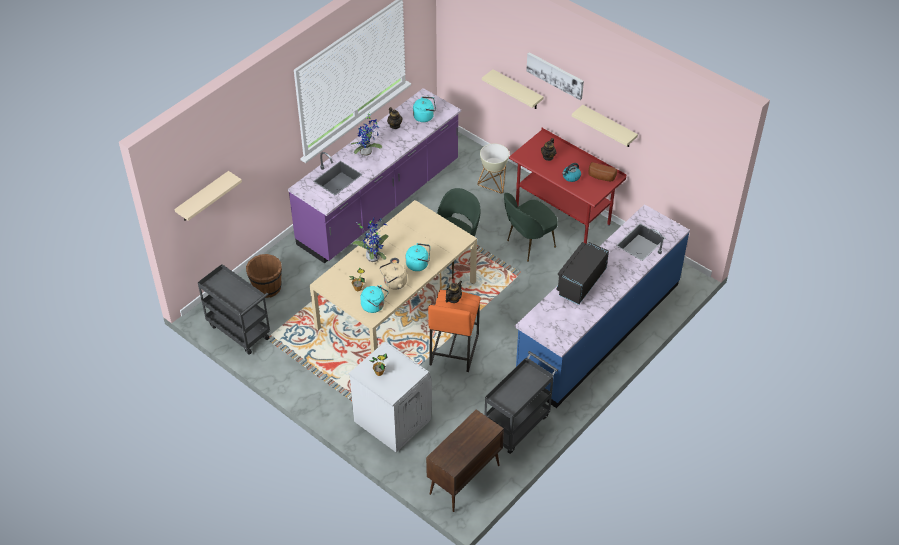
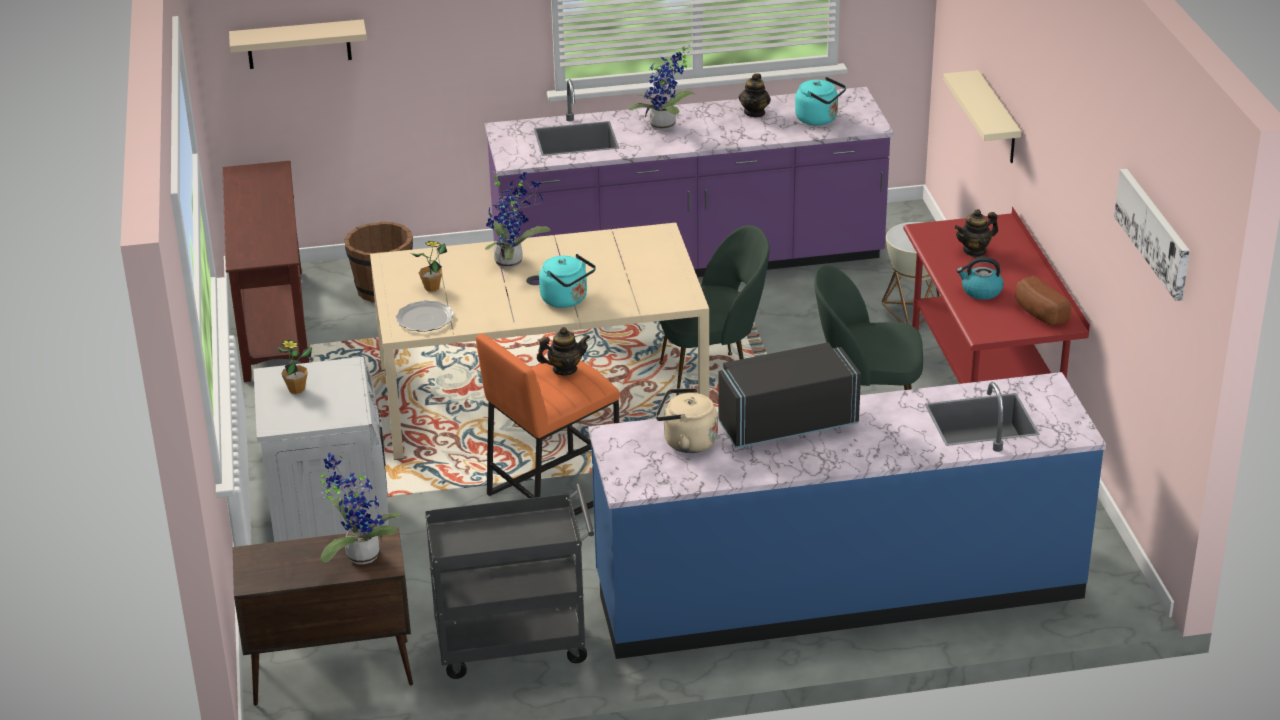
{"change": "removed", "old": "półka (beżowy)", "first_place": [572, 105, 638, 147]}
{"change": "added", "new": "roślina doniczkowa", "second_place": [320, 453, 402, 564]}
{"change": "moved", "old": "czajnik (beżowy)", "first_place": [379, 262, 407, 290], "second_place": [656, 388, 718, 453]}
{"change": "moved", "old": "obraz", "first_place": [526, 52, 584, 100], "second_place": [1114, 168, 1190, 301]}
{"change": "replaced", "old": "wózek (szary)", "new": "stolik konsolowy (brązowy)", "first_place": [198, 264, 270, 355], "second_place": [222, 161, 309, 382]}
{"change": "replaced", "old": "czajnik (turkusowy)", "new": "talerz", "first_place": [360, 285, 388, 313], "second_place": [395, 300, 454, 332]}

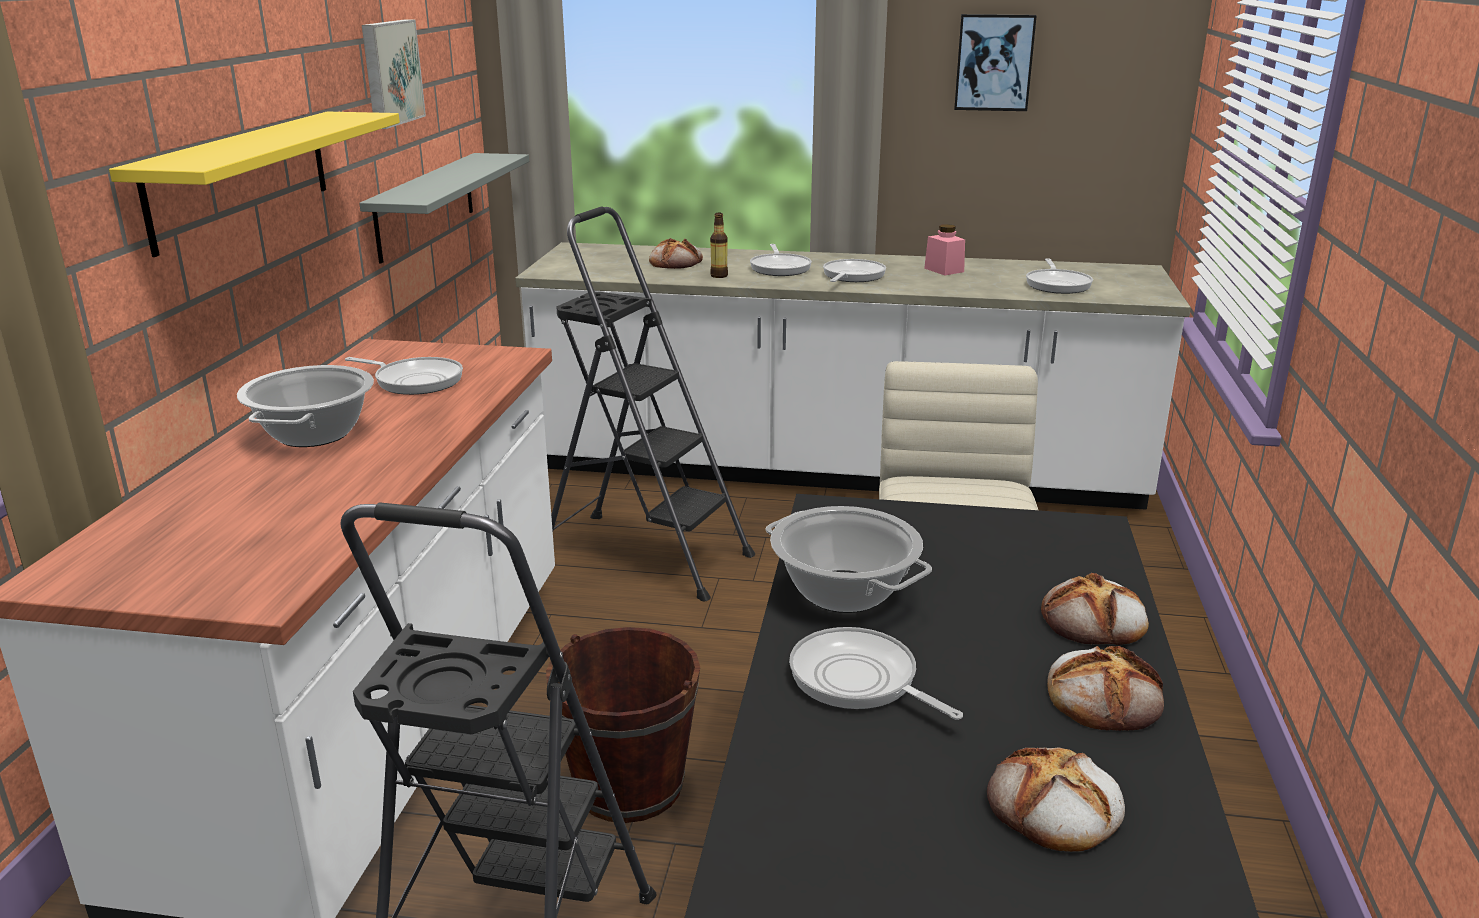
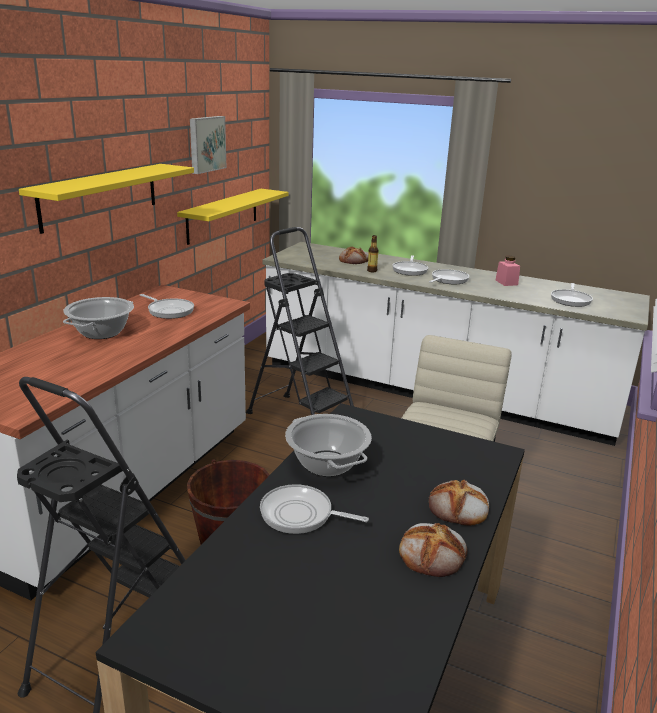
{"change": "removed", "old": "obraz", "first_place": [954, 14, 1037, 111]}
{"change": "removed", "old": "chleb", "first_place": [987, 747, 1125, 852]}
{"change": "recoloured", "old": "półka (szary)", "new": "półka (żółty)", "first_place": [359, 153, 529, 263], "second_place": [177, 189, 288, 245]}
{"change": "turned", "old": "patelnia", "first_place": [789, 627, 963, 720], "second_place": [260, 484, 369, 534], "degrees": -45}

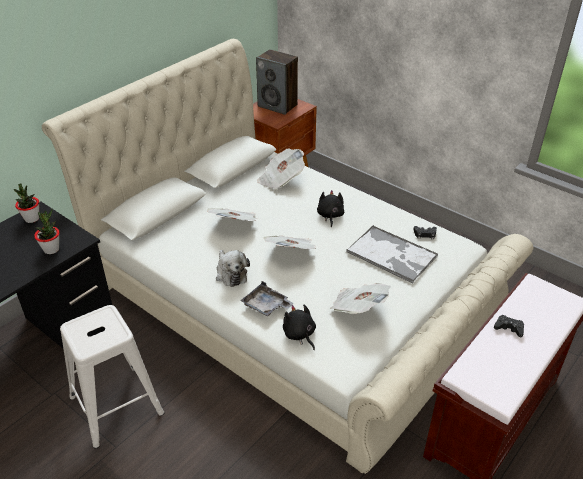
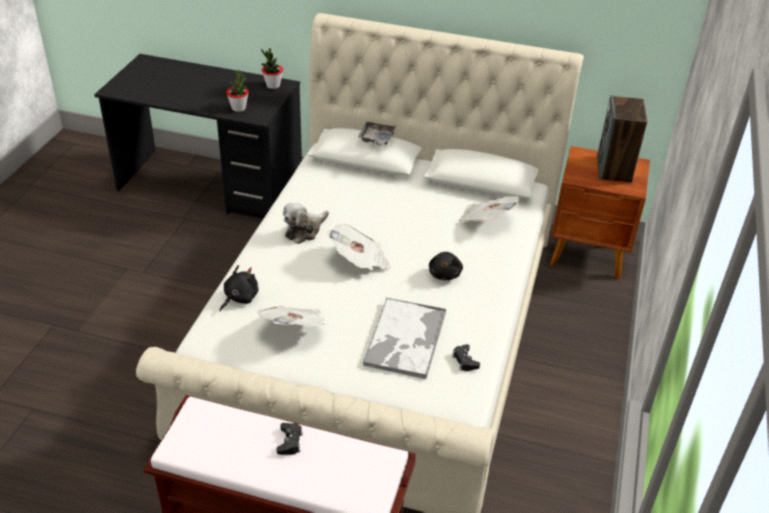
{"change": "removed", "old": "stołek (biały)", "first_place": [60, 305, 164, 449]}
{"change": "removed", "old": "gazeta", "first_place": [207, 208, 257, 221]}
{"change": "moved", "old": "taca (szary)", "first_place": [240, 281, 294, 316], "second_place": [358, 122, 396, 147]}
{"change": "turned", "old": "pluszak (czarny)", "first_place": [317, 190, 344, 227], "second_place": [429, 252, 463, 280], "degrees": 120}

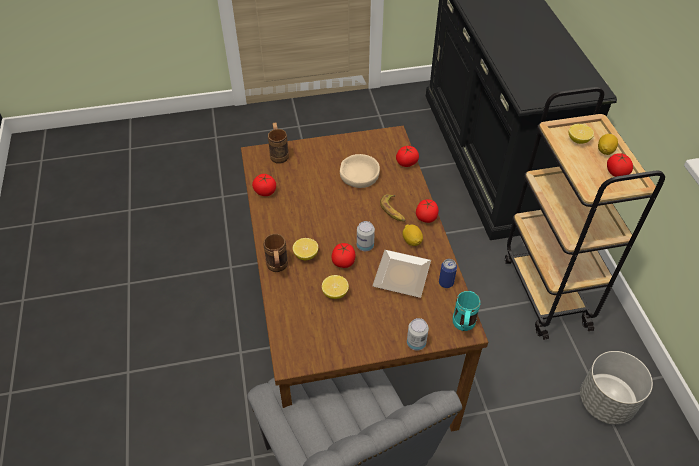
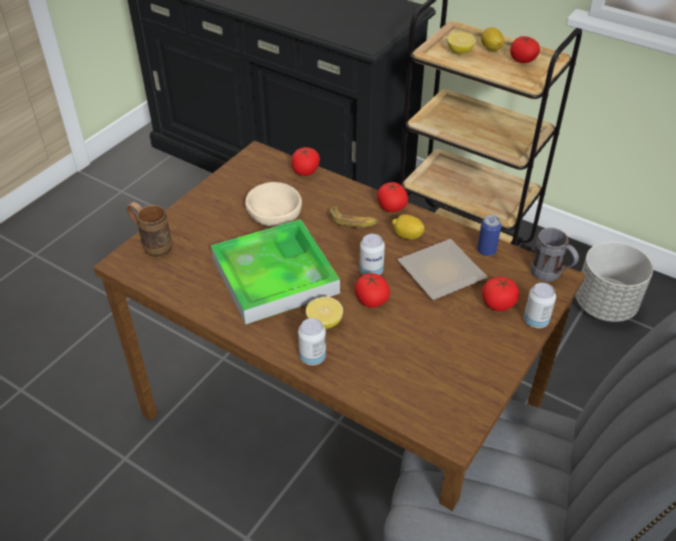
{"change": "removed", "old": "cytryna", "first_place": [322, 275, 349, 299]}
{"change": "added", "new": "taca", "second_place": [211, 219, 340, 325]}
{"change": "moved", "old": "pomidor", "first_place": [252, 174, 276, 196], "second_place": [482, 277, 519, 311]}
{"change": "replaced", "old": "kubek (brązowy)", "new": "puszka", "first_place": [263, 234, 288, 272], "second_place": [298, 318, 326, 365]}
{"change": "recoloured", "old": "kubek (turkusowy)", "new": "kubek (szary)", "first_place": [453, 291, 480, 331], "second_place": [530, 228, 579, 282]}

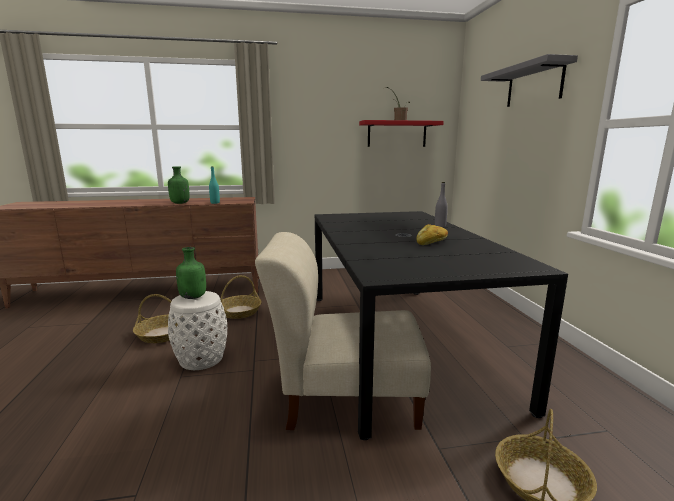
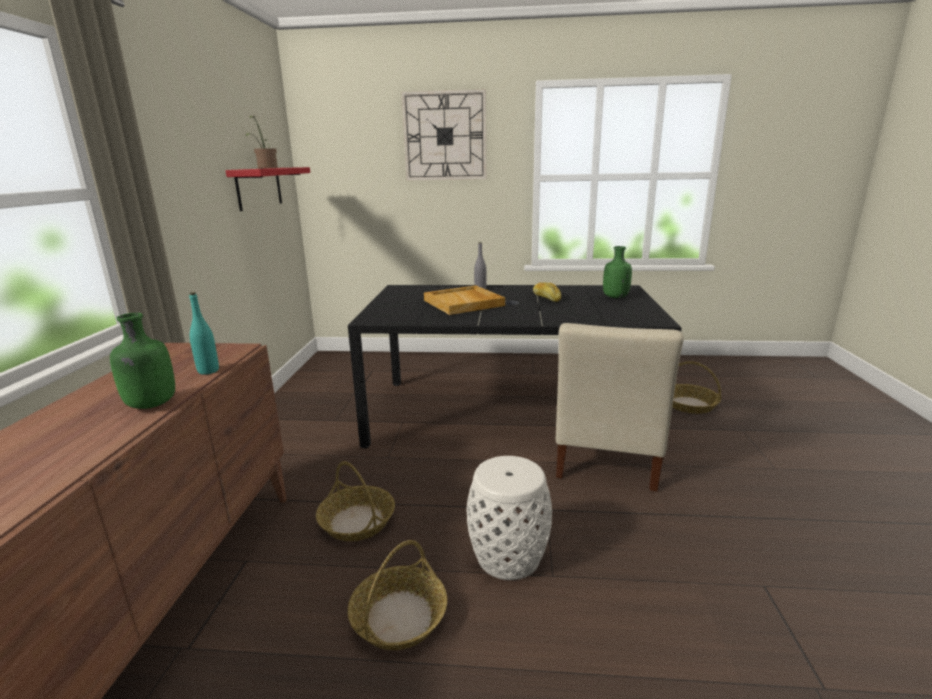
{"change": "added", "new": "taca (beżowy)", "second_place": [424, 285, 505, 315]}
{"change": "moved", "old": "butelka (zielony)", "first_place": [176, 247, 206, 299], "second_place": [603, 246, 632, 298]}
{"change": "replaced", "old": "półka (szary)", "new": "zegar ścienny", "first_place": [481, 54, 578, 107], "second_place": [402, 89, 486, 181]}

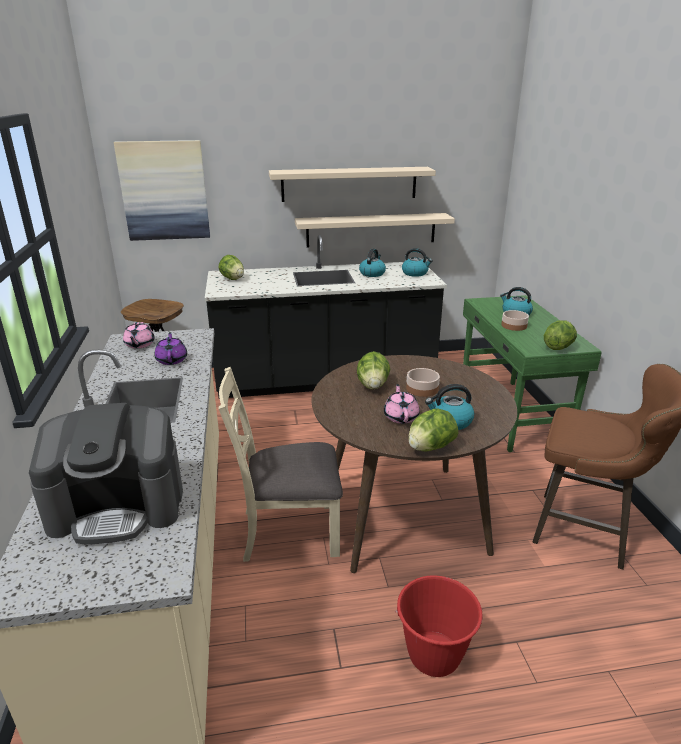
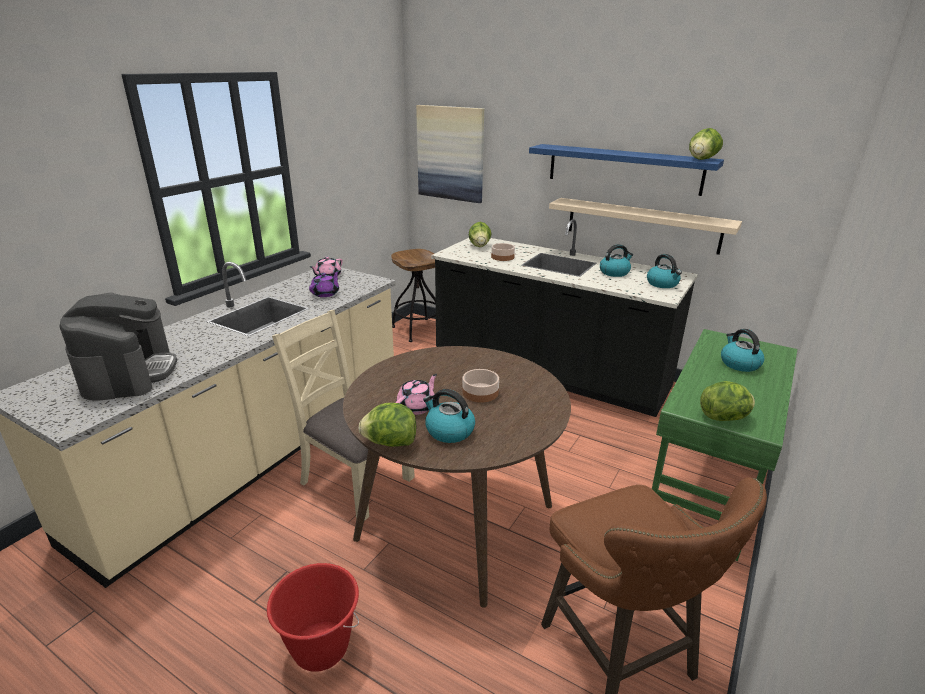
{"change": "moved", "old": "sałata", "first_place": [357, 351, 390, 389], "second_place": [689, 128, 723, 160]}
{"change": "moved", "old": "miska", "first_place": [501, 310, 529, 331], "second_place": [491, 243, 515, 261]}
{"change": "recoloured", "old": "półka (beżowy)", "new": "półka (niebieski)", "first_place": [269, 167, 436, 202], "second_place": [529, 144, 724, 196]}
{"change": "turned", "old": "ekspres do kawy", "first_place": [29, 403, 183, 544], "second_place": [59, 293, 177, 401], "degrees": -135}

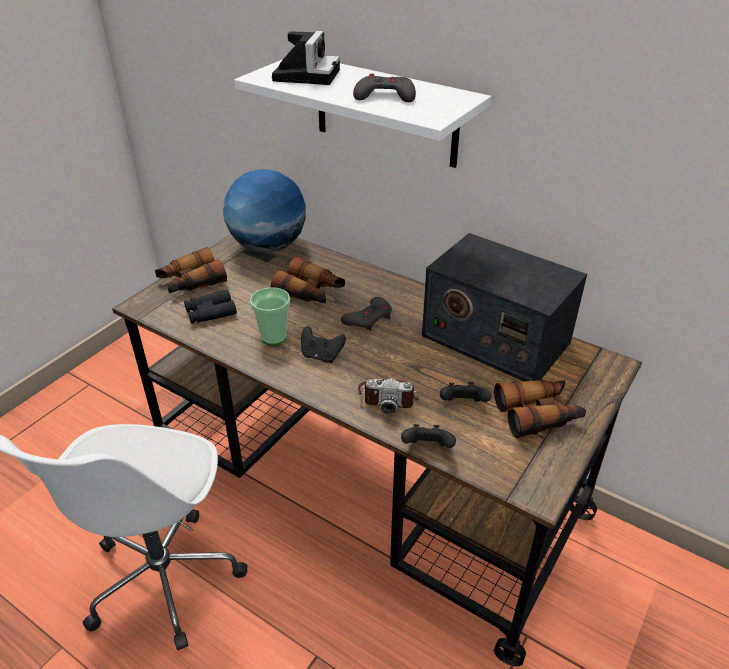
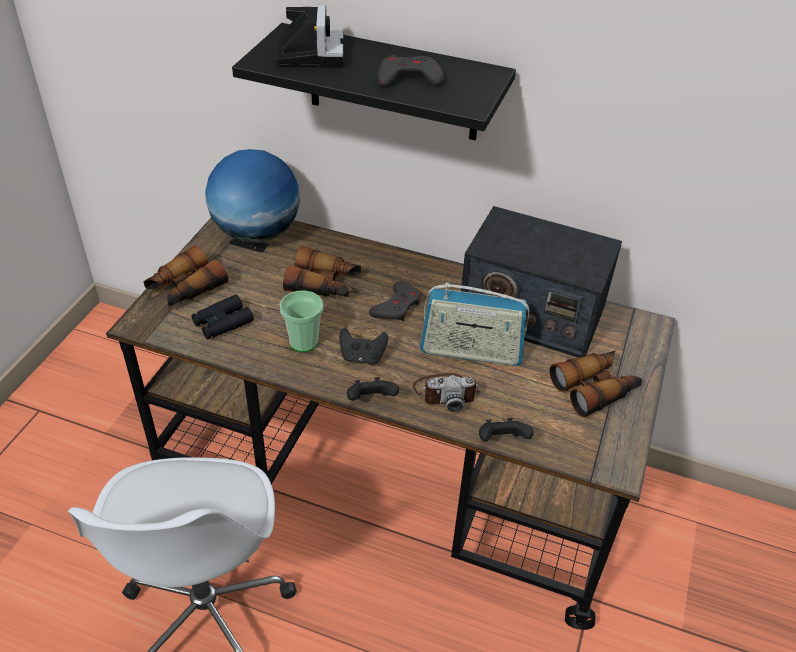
{"change": "added", "new": "radio", "second_place": [420, 282, 530, 366]}
{"change": "moved", "old": "pad do gier (czarny)", "first_place": [440, 382, 491, 402], "second_place": [347, 377, 399, 401]}
{"change": "recoloured", "old": "półka (biały)", "new": "półka (czarny)", "first_place": [234, 59, 491, 168], "second_place": [232, 23, 516, 140]}

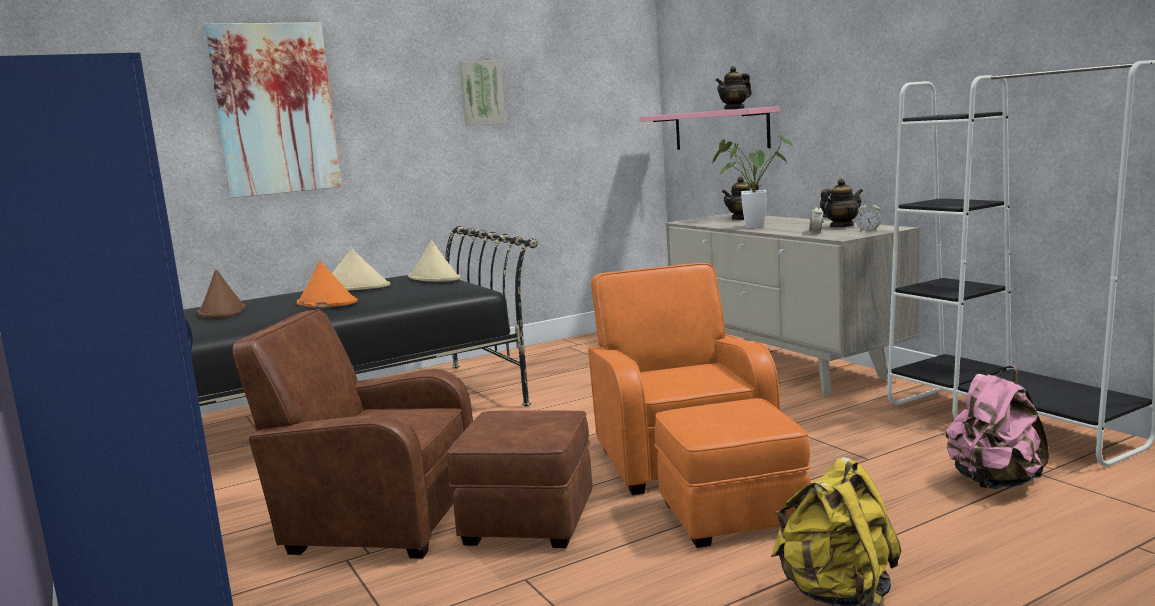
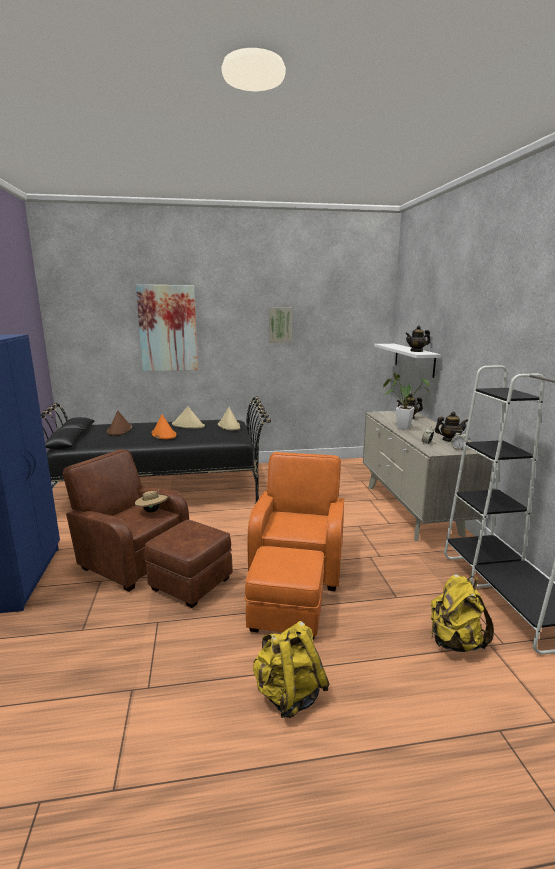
{"change": "added", "new": "kapelusz (beżowy)", "second_place": [135, 490, 168, 513]}
{"change": "recoloured", "old": "półka (różowy)", "new": "półka (biały)", "first_place": [639, 106, 780, 150], "second_place": [374, 344, 441, 378]}
{"change": "recoloured", "old": "plecak (różowy)", "new": "plecak (żółty)", "first_place": [946, 366, 1049, 489], "second_place": [431, 574, 494, 652]}

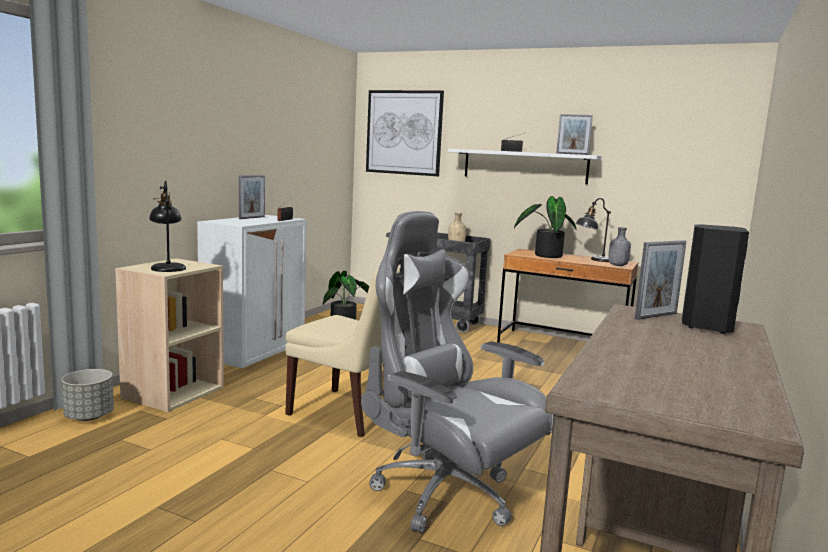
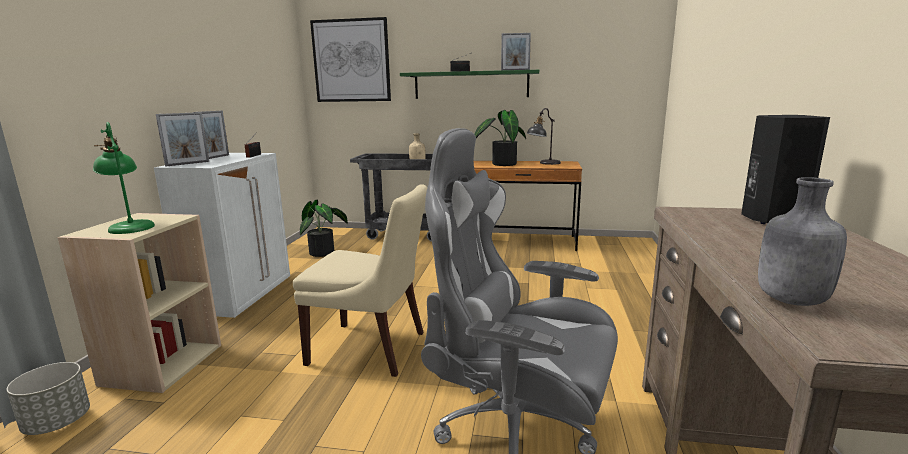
{"change": "moved", "old": "butelka (szary)", "first_place": [609, 227, 631, 266], "second_place": [758, 177, 847, 306]}
{"change": "moved", "old": "ramka na zdjęcie", "first_place": [635, 240, 687, 320], "second_place": [156, 112, 209, 167]}
{"change": "recoloured", "old": "lampa stołowa (czarny)", "new": "lampa stołowa (zielony)", "first_place": [149, 181, 186, 272], "second_place": [93, 122, 155, 234]}
{"change": "recoloured", "old": "półka (biały)", "new": "półka (zielony)", "first_place": [448, 149, 602, 184], "second_place": [400, 70, 539, 99]}

